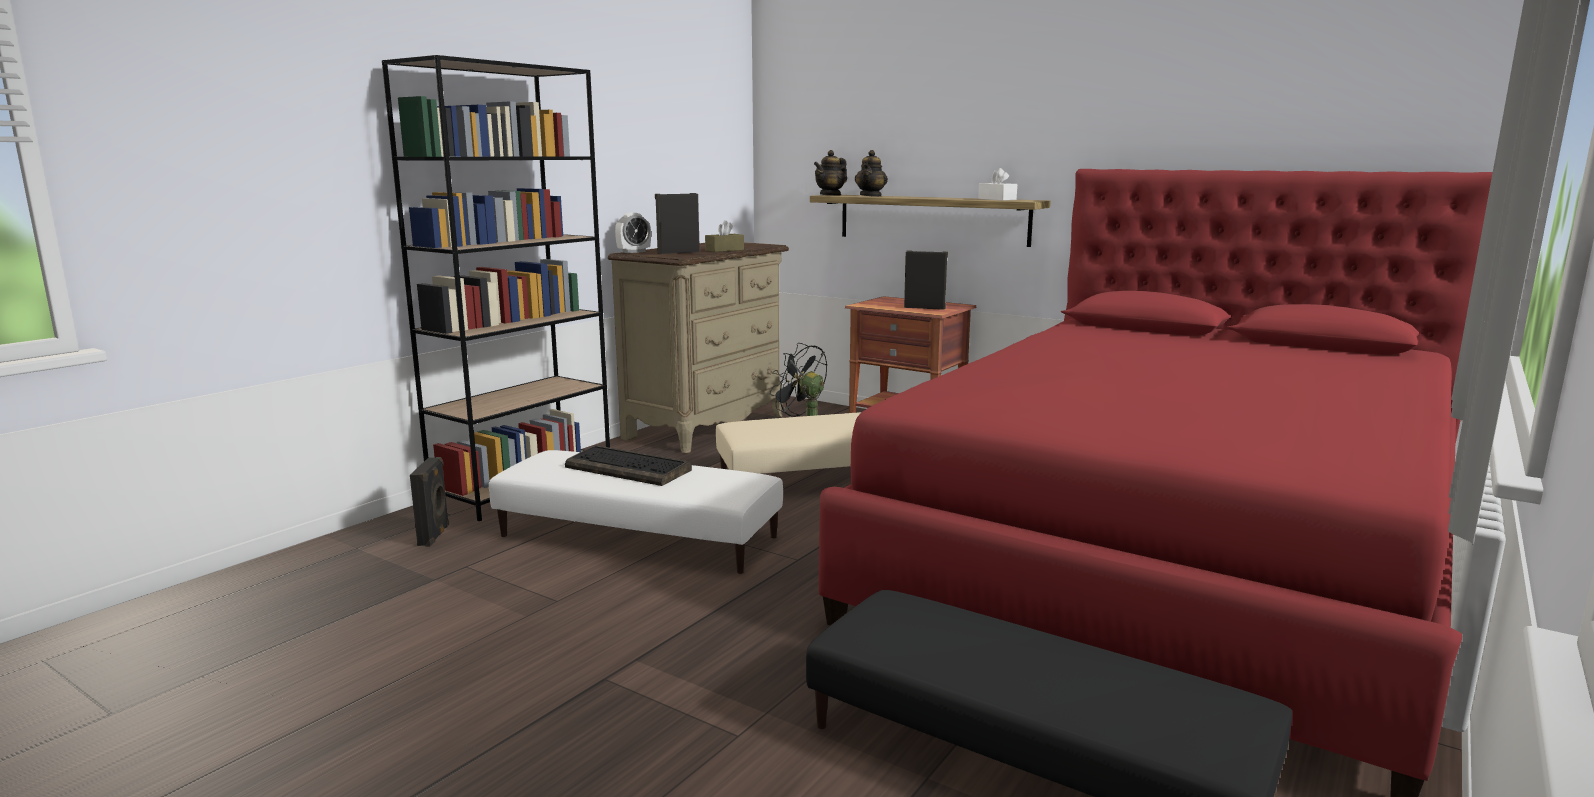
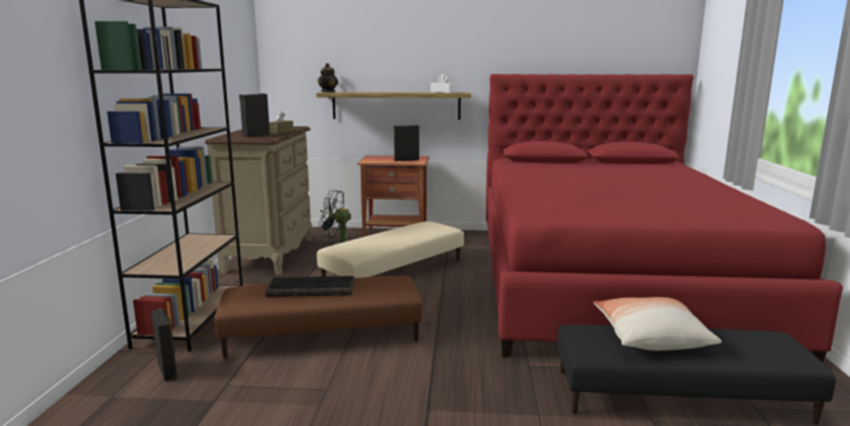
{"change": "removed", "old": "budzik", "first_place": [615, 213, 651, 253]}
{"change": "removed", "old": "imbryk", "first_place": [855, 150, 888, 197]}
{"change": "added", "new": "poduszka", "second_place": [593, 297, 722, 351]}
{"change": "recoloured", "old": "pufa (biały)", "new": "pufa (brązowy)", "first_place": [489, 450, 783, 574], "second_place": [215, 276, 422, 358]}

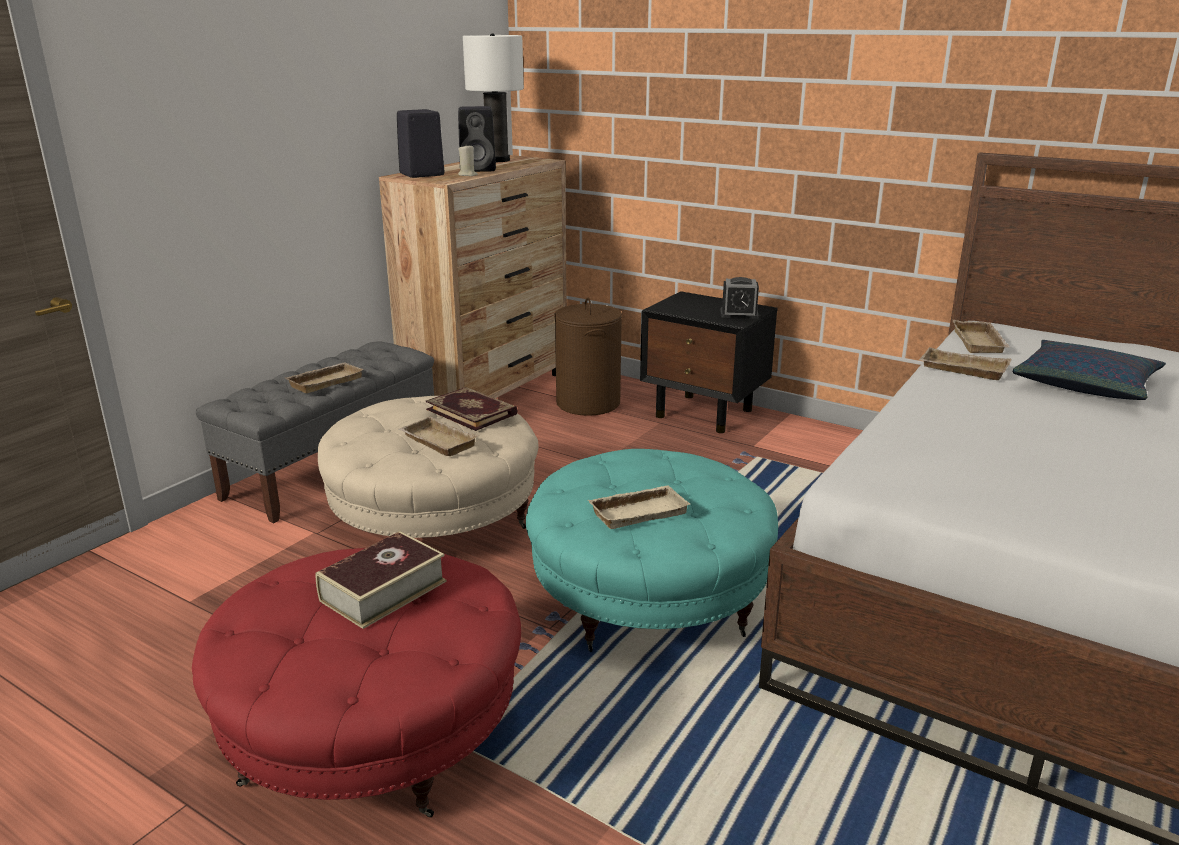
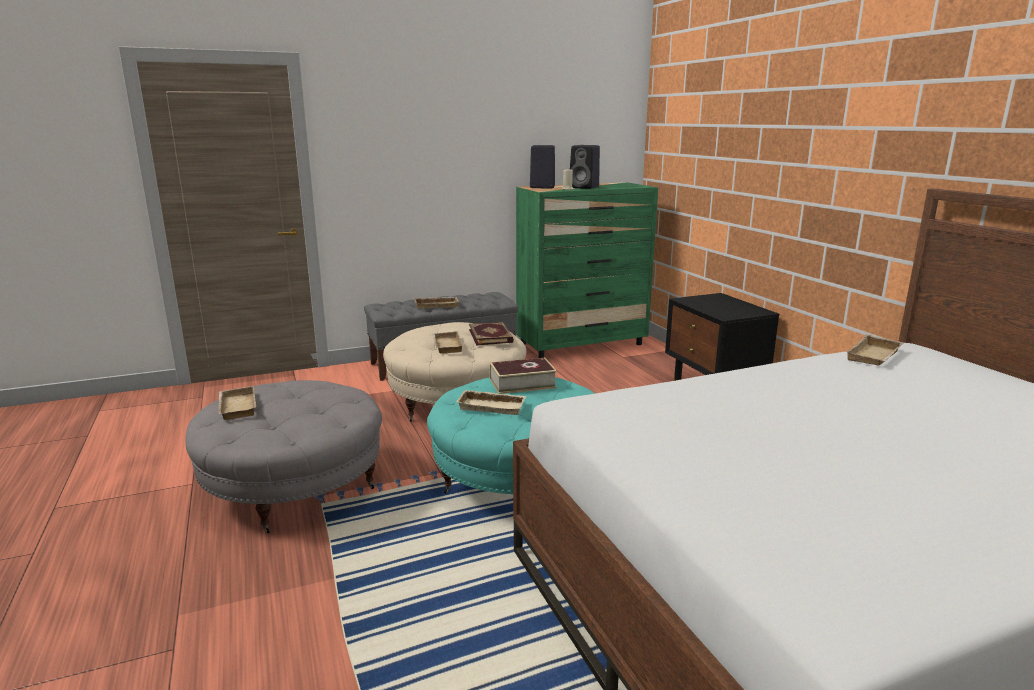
{"change": "removed", "old": "lampa stołowa (biały)", "first_place": [463, 33, 524, 162]}
{"change": "removed", "old": "kosz na pranie (brązowy)", "first_place": [554, 298, 622, 416]}
{"change": "removed", "old": "budzik", "first_place": [720, 277, 759, 319]}
{"change": "removed", "old": "poduszka (niebieski)", "first_place": [1013, 340, 1166, 400]}
{"change": "moved", "old": "książka", "first_place": [315, 531, 446, 629], "second_place": [490, 358, 557, 394]}
{"change": "moved", "old": "taca (beżowy)", "first_place": [919, 347, 1011, 380], "second_place": [218, 386, 256, 420]}
{"change": "recoloured", "old": "pufa (czerwony)", "new": "pufa (szary)", "first_place": [192, 548, 521, 817], "second_place": [185, 380, 382, 533]}
{"change": "recoloured", "old": "komoda (brązowy)", "new": "komoda (zielony)", "first_place": [379, 155, 567, 398], "second_place": [516, 182, 658, 358]}

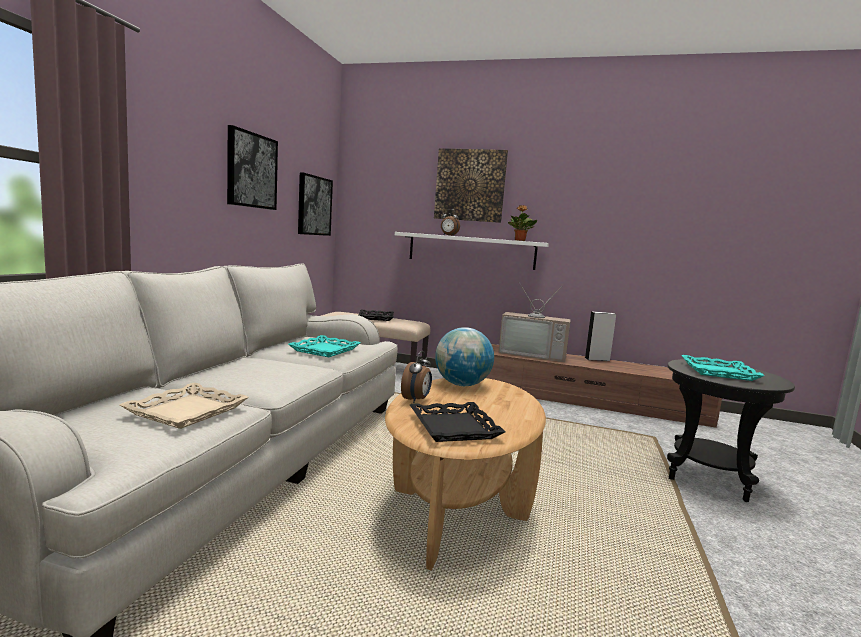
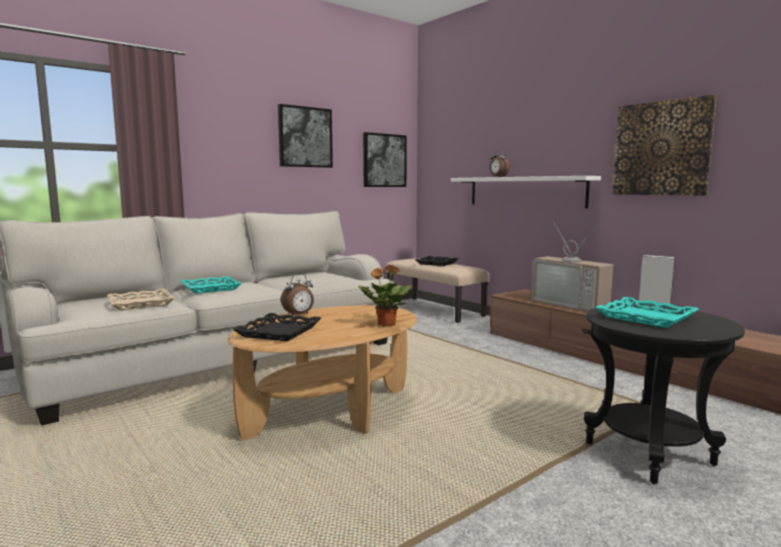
{"change": "removed", "old": "globus", "first_place": [435, 327, 494, 386]}
{"change": "moved", "old": "taca (turkusowy)", "first_place": [288, 335, 360, 357], "second_place": [181, 276, 242, 294]}
{"change": "moved", "old": "obraz", "first_place": [434, 148, 508, 223], "second_place": [612, 95, 717, 196]}
{"change": "moved", "old": "roślina doniczkowa", "first_place": [508, 205, 537, 241], "second_place": [358, 265, 413, 327]}

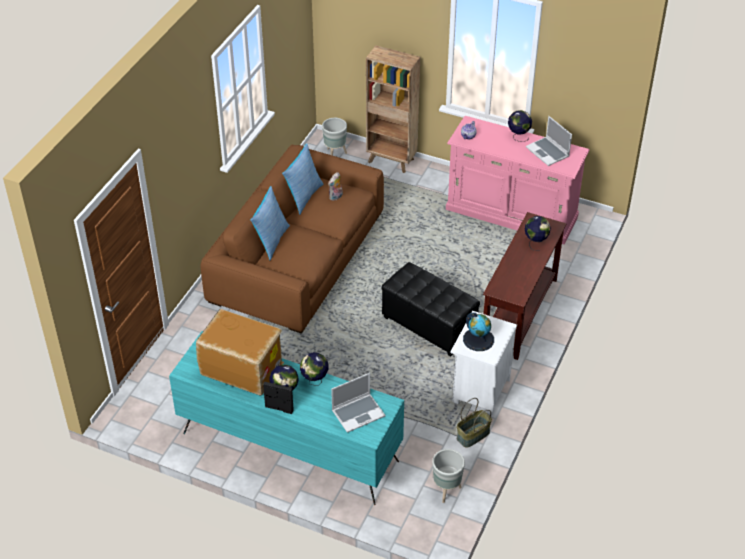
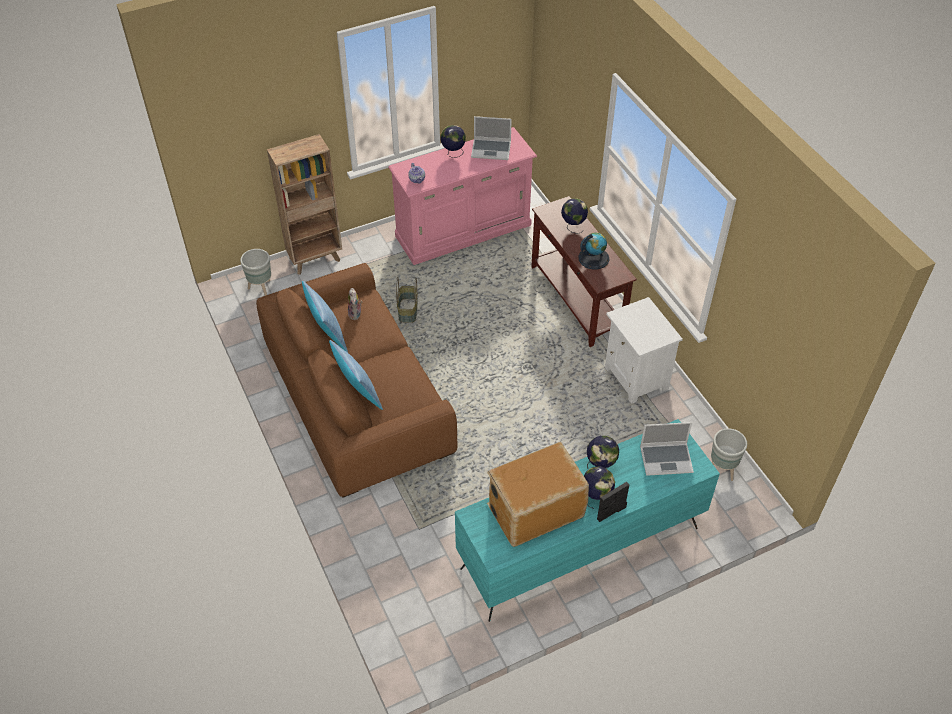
{"change": "removed", "old": "pufa (czarny)", "first_place": [382, 262, 480, 356]}
{"change": "moved", "old": "koszyk", "first_place": [457, 398, 492, 448], "second_place": [396, 277, 418, 323]}
{"change": "moved", "old": "globus", "first_place": [463, 313, 494, 351], "second_place": [578, 232, 610, 269]}
{"change": "turned", "old": "laptop", "first_place": [331, 373, 385, 433], "second_place": [640, 422, 694, 476], "degrees": 75}

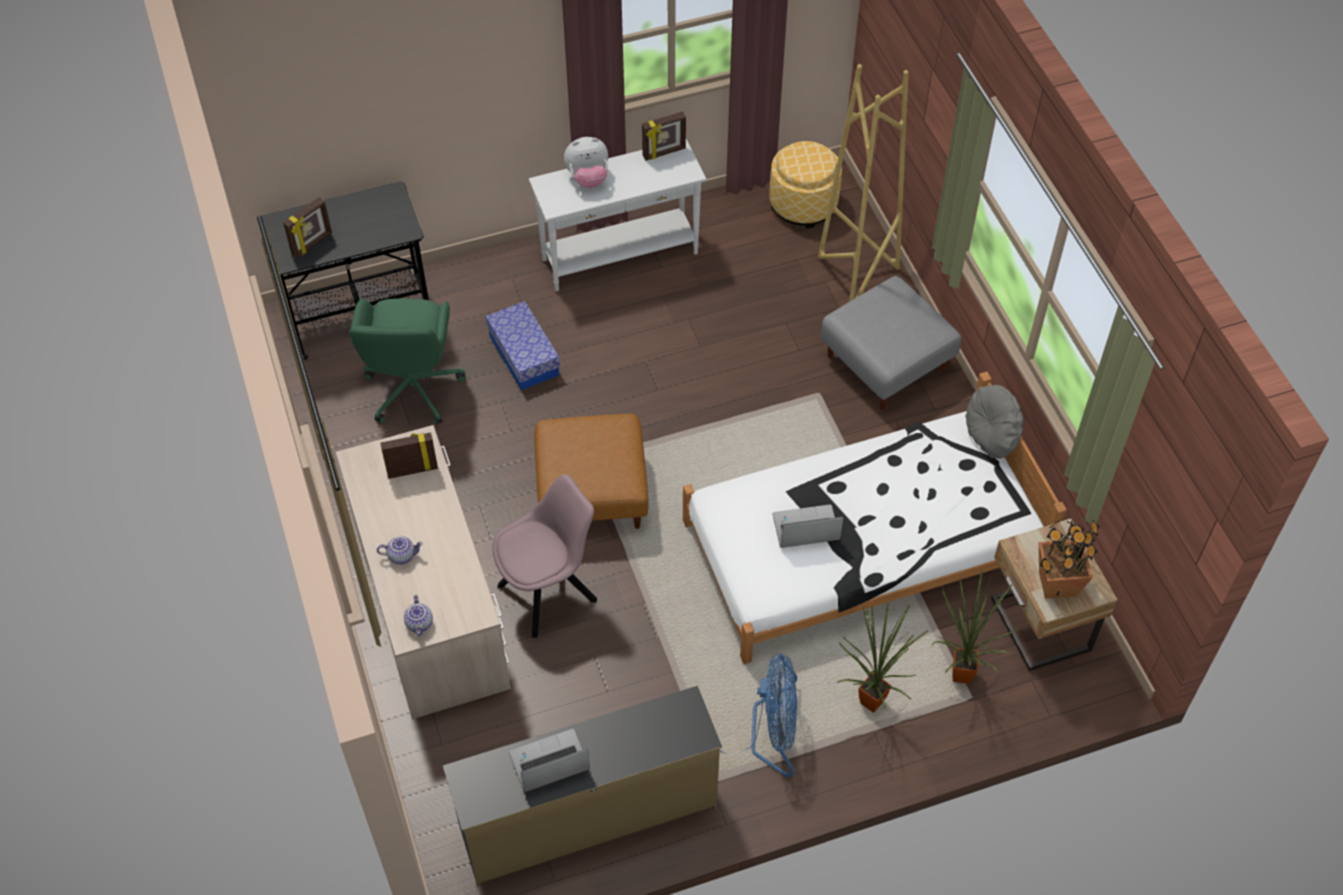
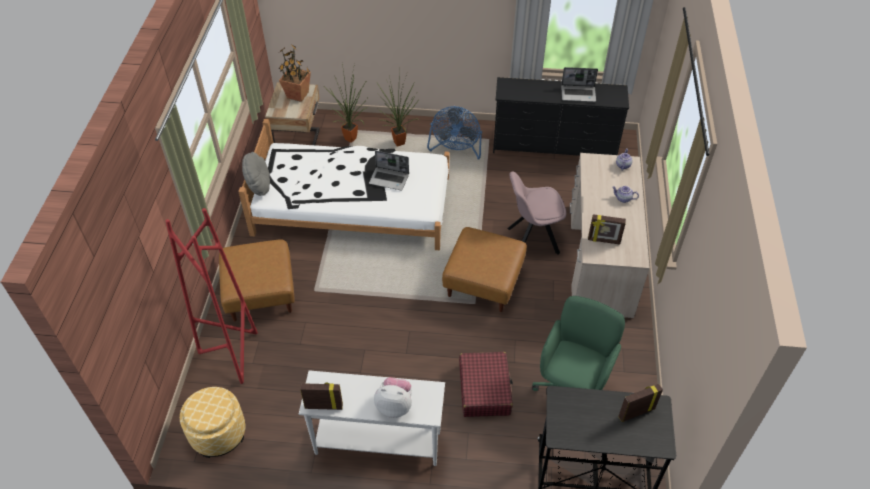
{"change": "replaced", "old": "pojemnik do przechowywania", "new": "walizka (czerwony)", "first_place": [486, 301, 560, 390], "second_place": [459, 352, 513, 417]}
{"change": "recoloured", "old": "wieszak (żółty)", "new": "wieszak (czerwony)", "first_place": [818, 64, 909, 302], "second_place": [165, 208, 258, 384]}
{"change": "recoloured", "old": "pufa (szary)", "new": "pufa (brązowy)", "first_place": [821, 276, 961, 410], "second_place": [219, 239, 294, 321]}
{"change": "turned", "old": "wentylator (niebieski)", "first_place": [720, 653, 797, 778], "second_place": [427, 106, 482, 160], "degrees": -105}

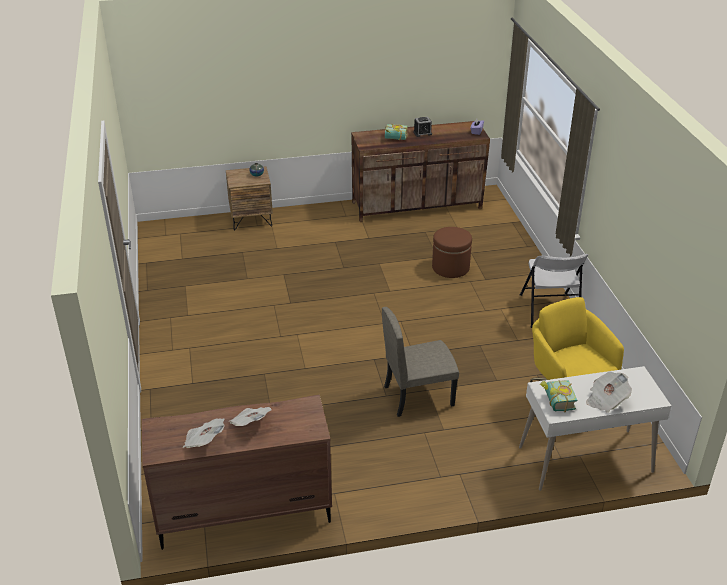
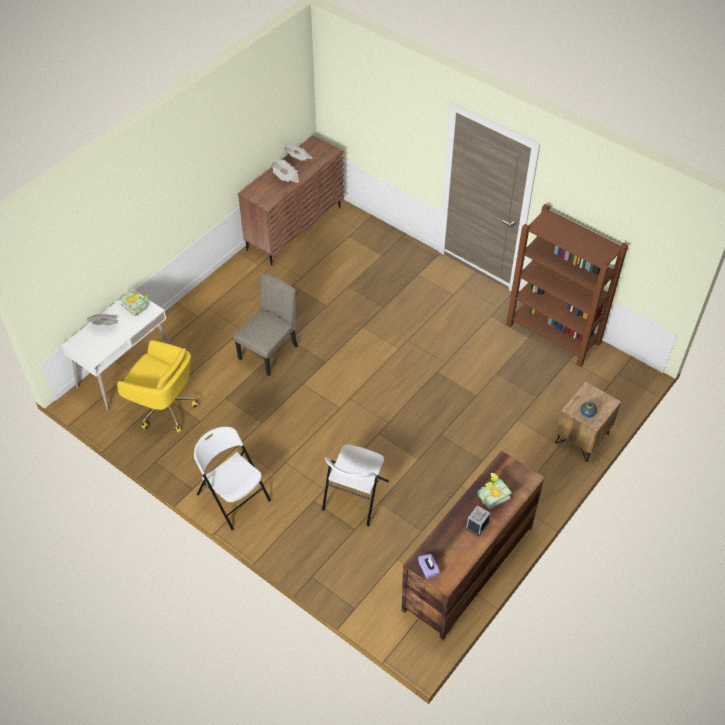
{"change": "added", "new": "regał (brązowy)", "second_place": [506, 204, 628, 367]}
{"change": "replaced", "old": "pufa (brązowy)", "new": "krzesło (biały)", "first_place": [432, 227, 472, 278], "second_place": [322, 444, 389, 526]}

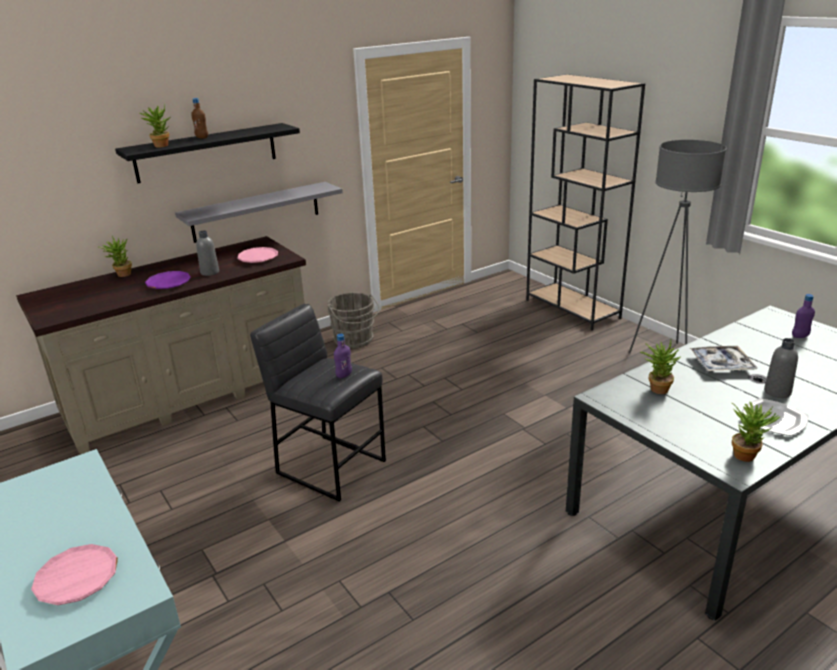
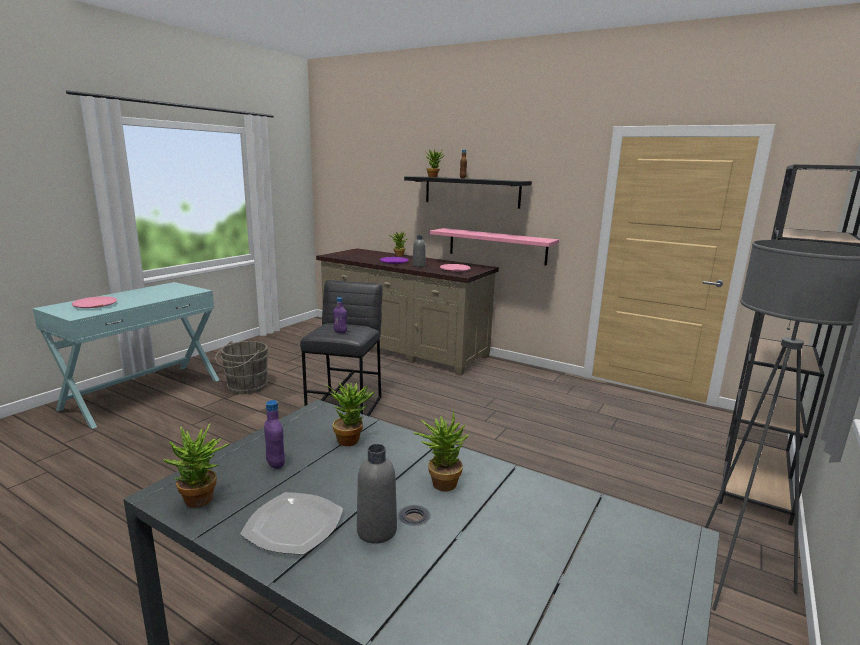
{"change": "moved", "old": "wiadro (szary)", "first_place": [327, 292, 380, 349], "second_place": [215, 341, 269, 394]}
{"change": "moved", "old": "butelka (fioletowy)", "first_place": [792, 294, 815, 338], "second_place": [264, 400, 285, 469]}
{"change": "replaced", "old": "taca", "new": "roślina doniczkowa", "first_place": [690, 346, 757, 371], "second_place": [413, 410, 469, 492]}
{"change": "recoloured", "old": "półka (szary)", "new": "półka (różowy)", "first_place": [175, 182, 343, 243], "second_place": [429, 228, 559, 266]}

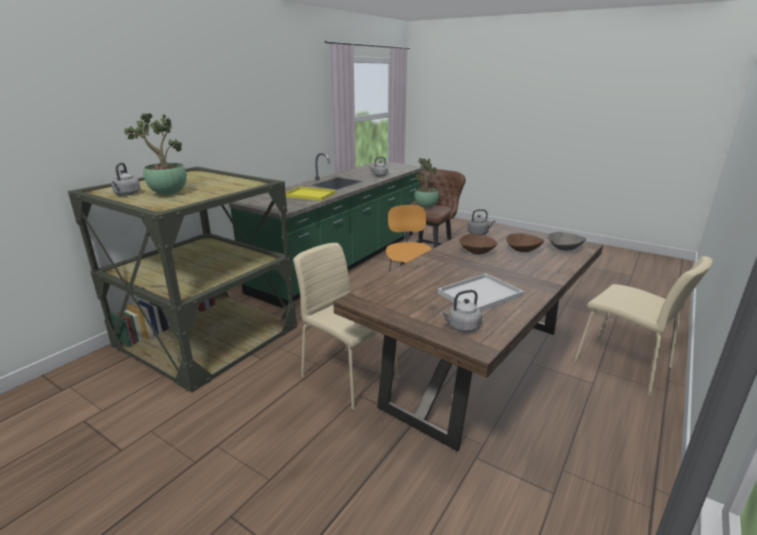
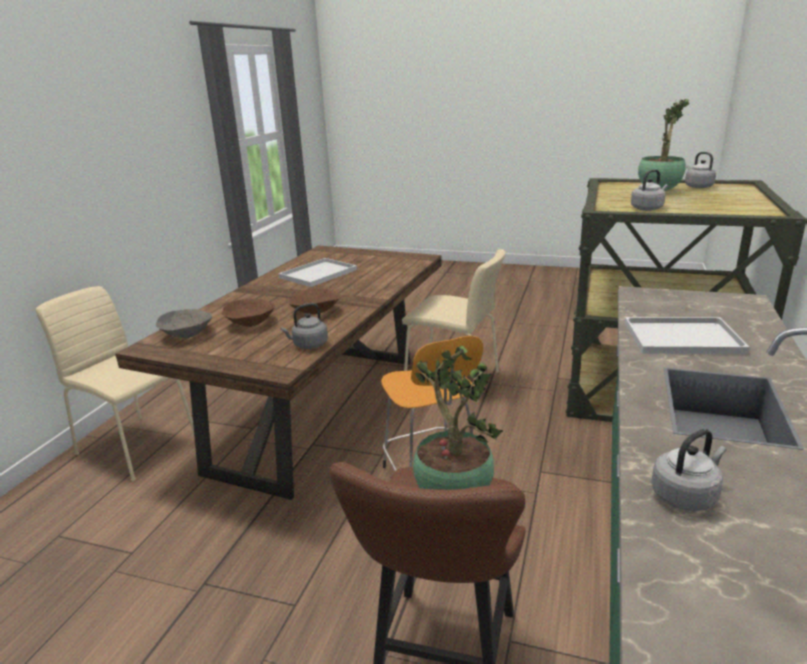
{"change": "moved", "old": "czajnik (szary)", "first_place": [441, 290, 482, 332], "second_place": [631, 169, 668, 211]}
{"change": "recoloured", "old": "taca (żółty)", "new": "taca (biały)", "first_place": [286, 186, 336, 201], "second_place": [625, 317, 750, 354]}

